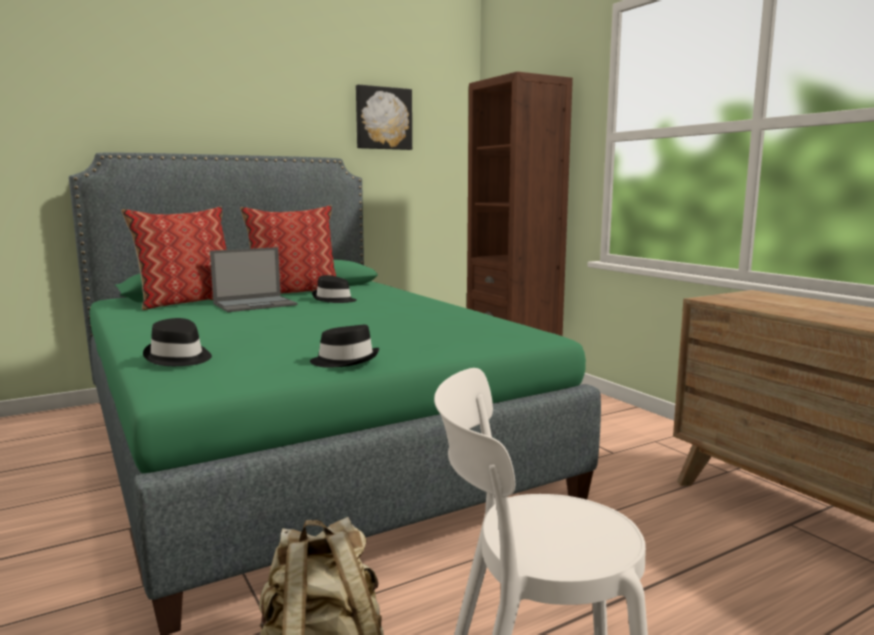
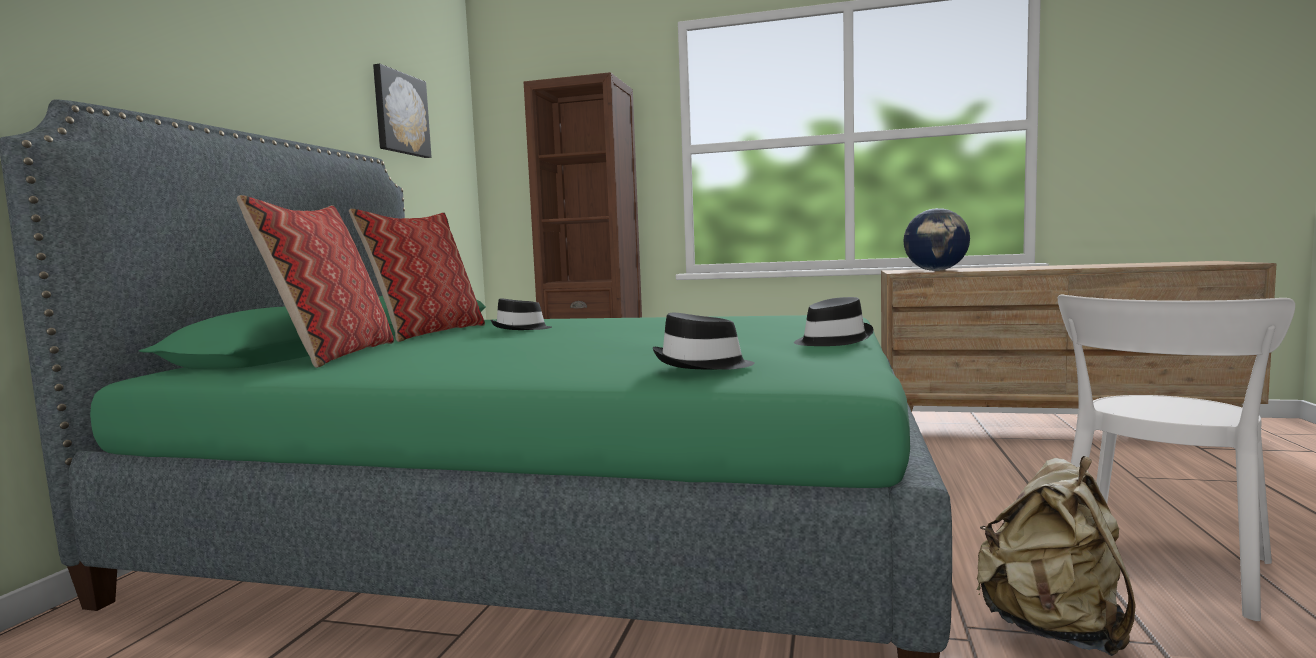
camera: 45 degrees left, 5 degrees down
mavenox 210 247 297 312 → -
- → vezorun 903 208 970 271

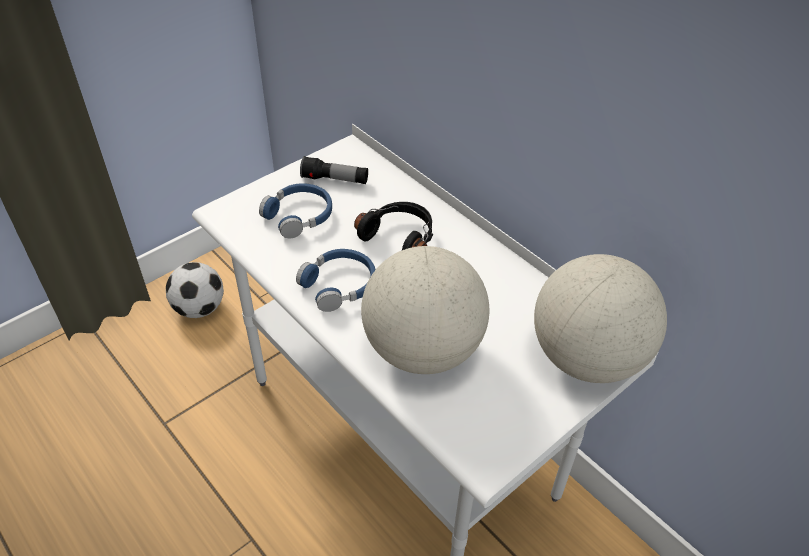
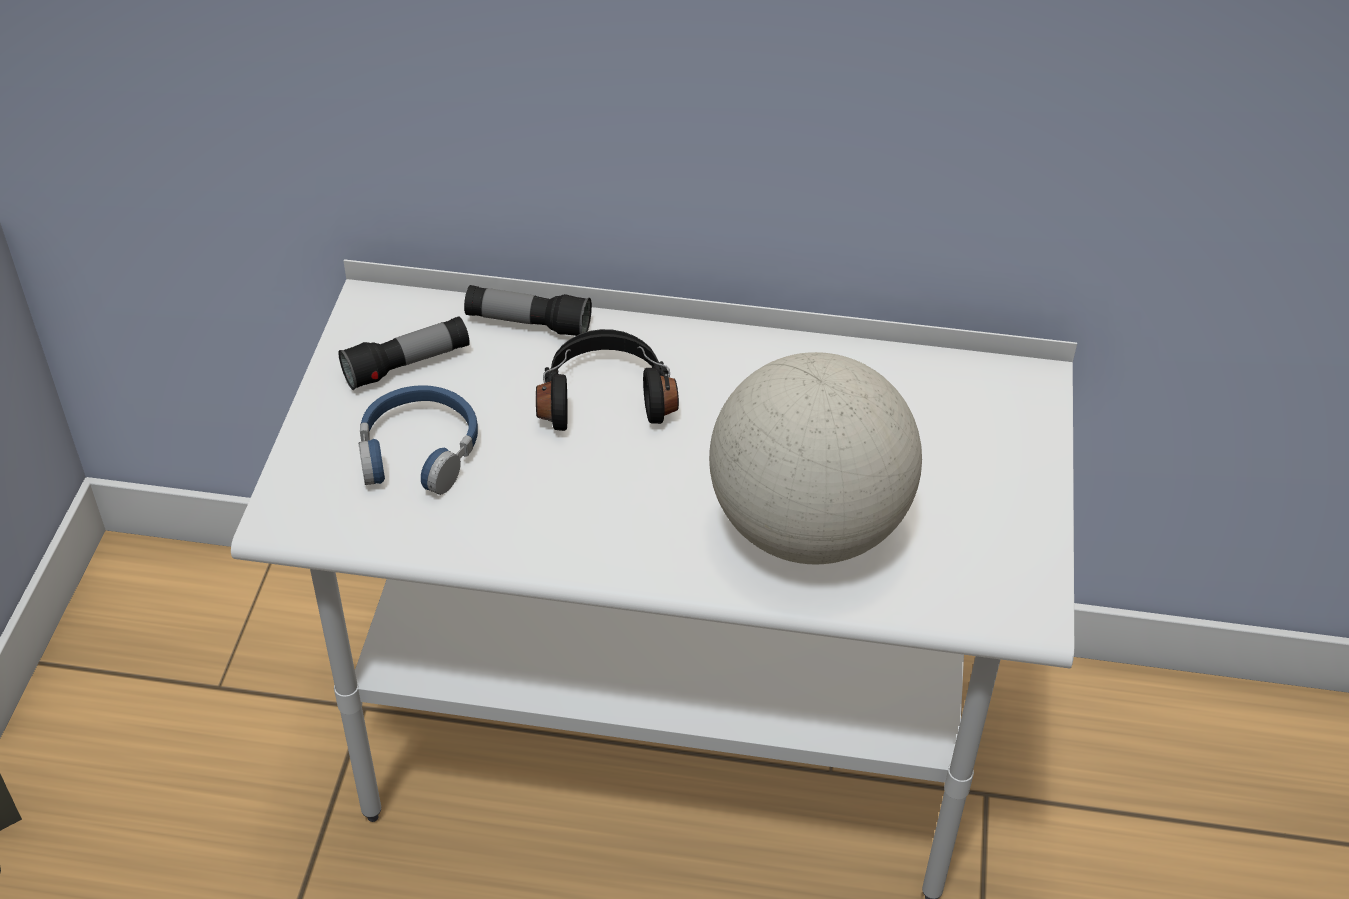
camera: 40 degrees left, 0 degrees up
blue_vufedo 296 249 375 312 → -
vezorun 534 254 667 383 → -
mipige 166 262 224 318 → -
- → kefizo 464 285 592 336

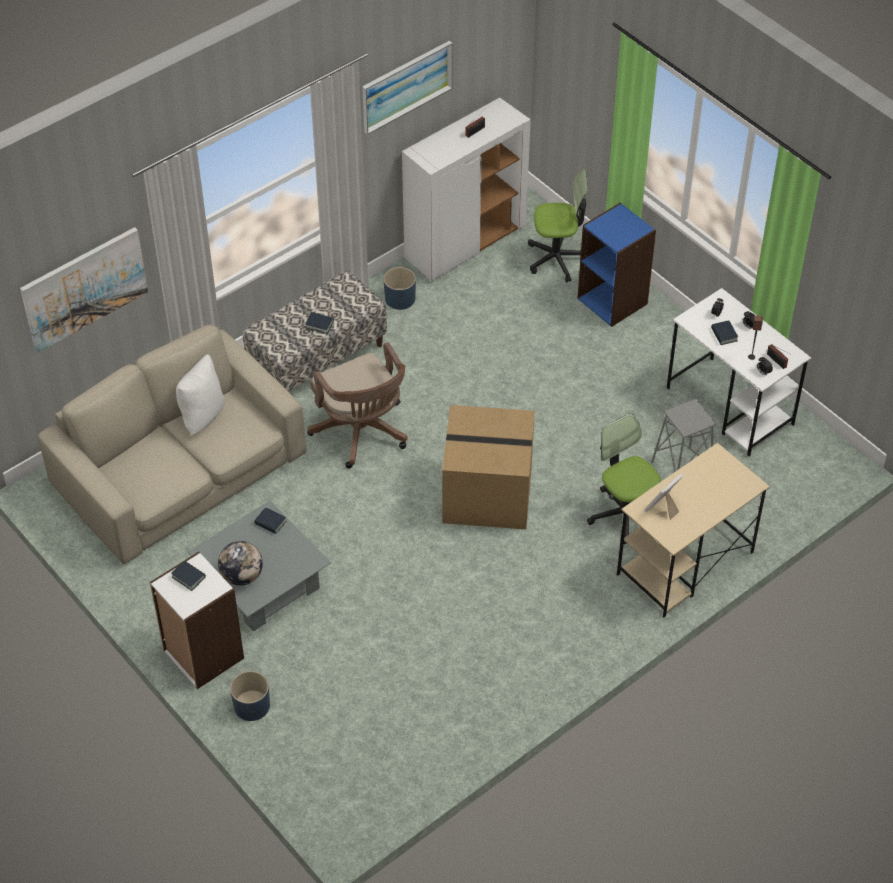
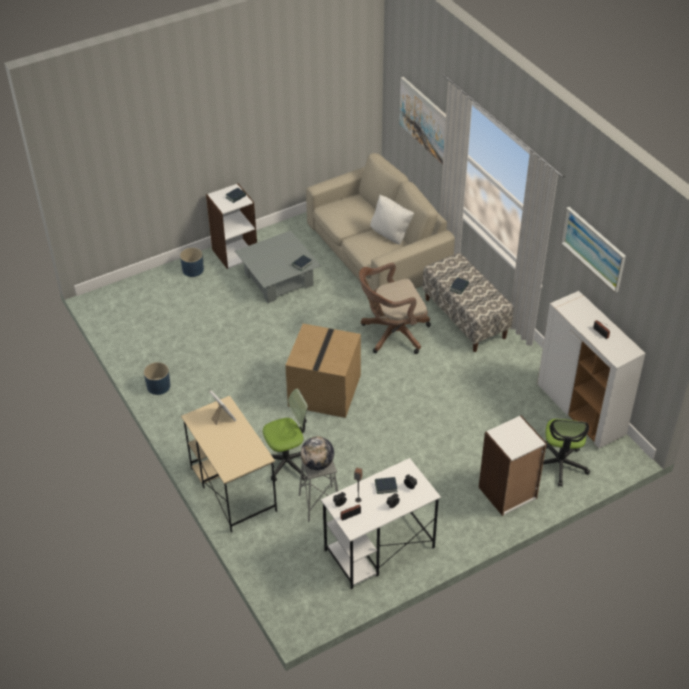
camera: 100 degrees right, 5 degrees down
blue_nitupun 577 202 656 327 → white_nitupun 479 415 547 516
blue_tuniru 384 267 416 310 → blue_tuniru 144 362 171 395, relocated
vezorun 218 541 263 586 → vezorun 301 436 334 470, relocated

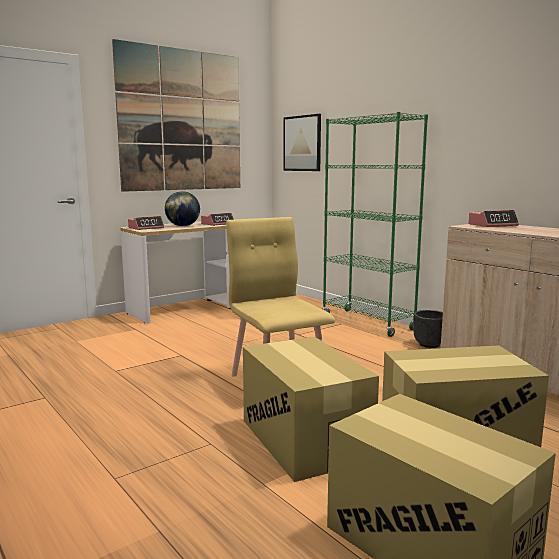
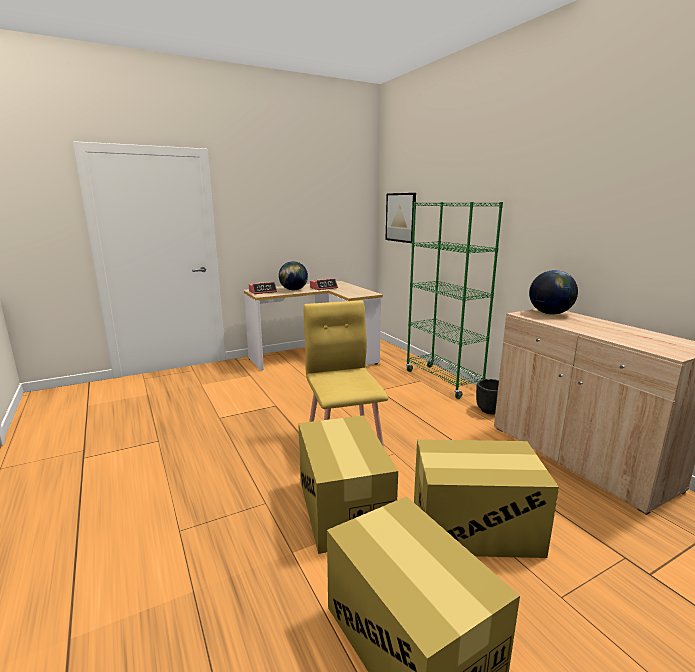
camera: 10 degrees right, 5 degrees up
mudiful 112 39 240 192 → -
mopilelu 468 210 519 227 → vezorun 529 270 578 314

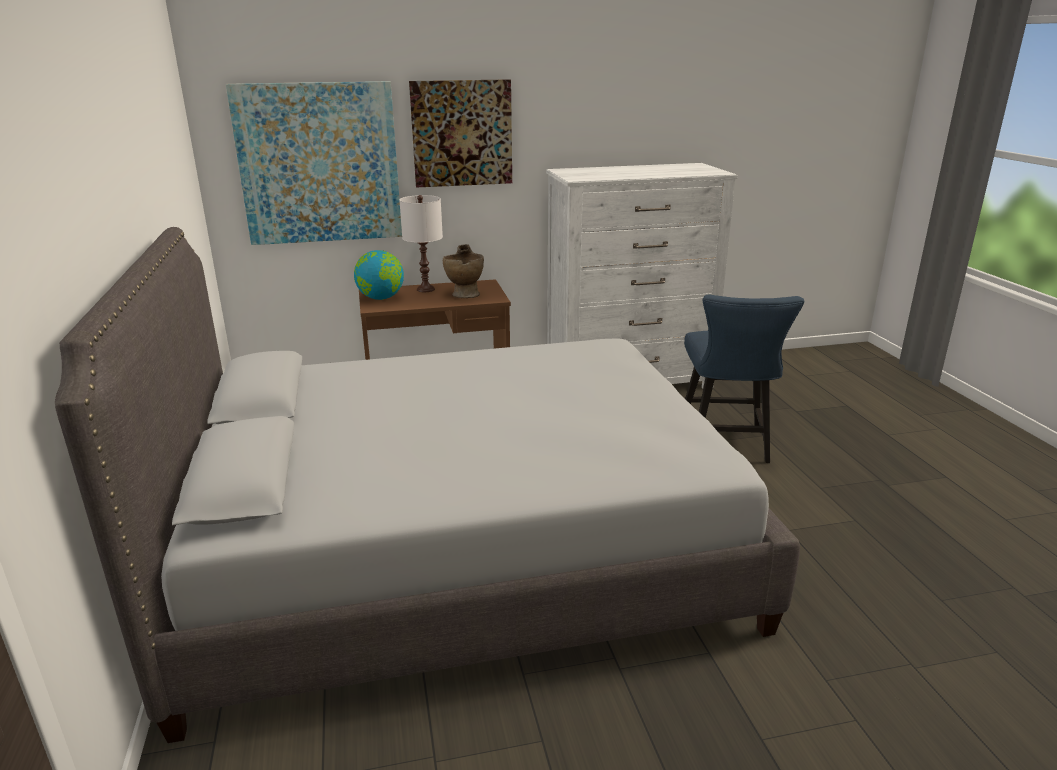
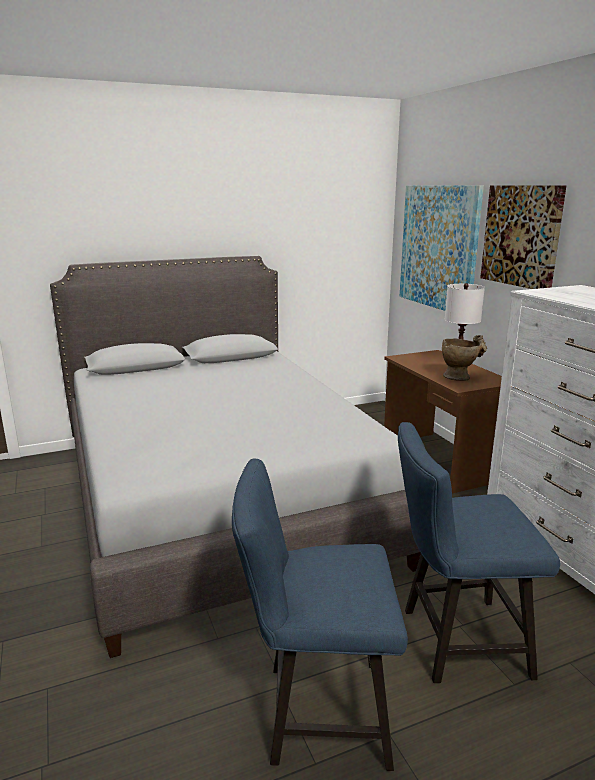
camera: 80 degrees right, 5 degrees down
vezorun 354 250 404 300 → -
- → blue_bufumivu 232 459 408 771

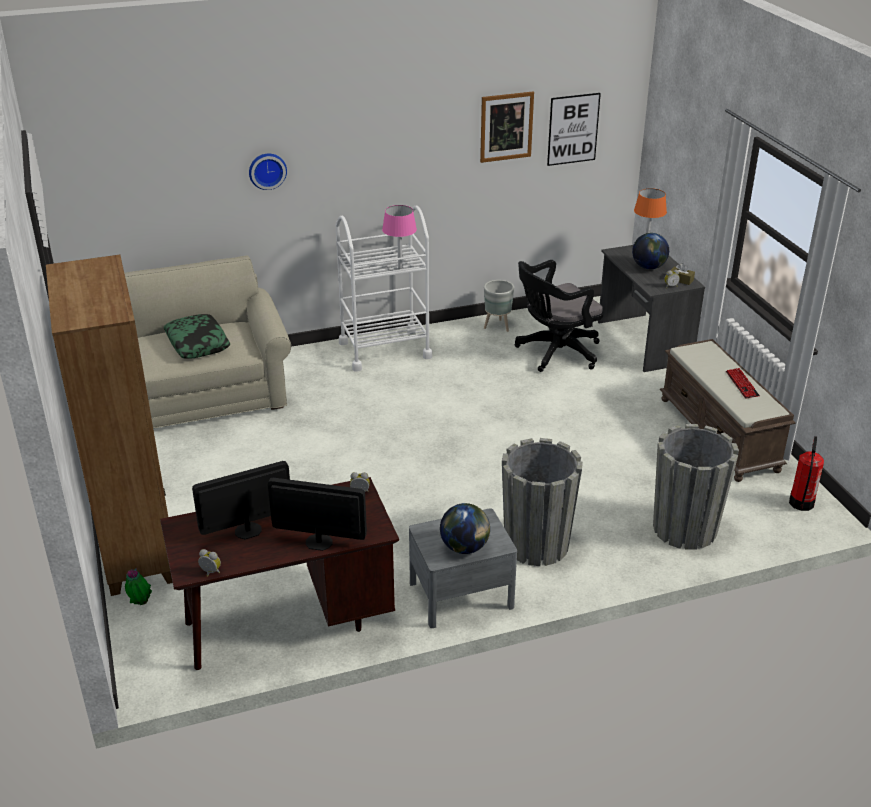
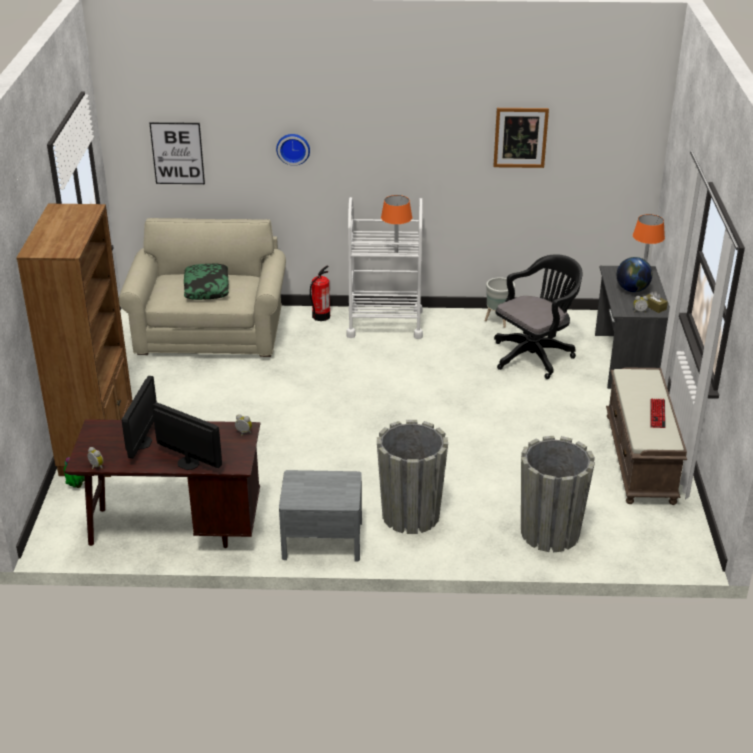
camera: 20 degrees right, 0 degrees up
mudiful 547 93 601 166 → mudiful 149 122 205 184, relocated
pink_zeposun 382 205 417 269 → orange_zeposun 381 195 412 253
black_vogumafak 515 260 604 372 → black_vogumafak 494 254 582 379, 150 degrees clockwise
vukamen 789 436 824 511 → vukamen 310 265 330 321, relocated
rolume 192 461 290 539 → rolume 122 376 157 458, 105 degrees clockwise
vezorun 440 503 490 554 → -

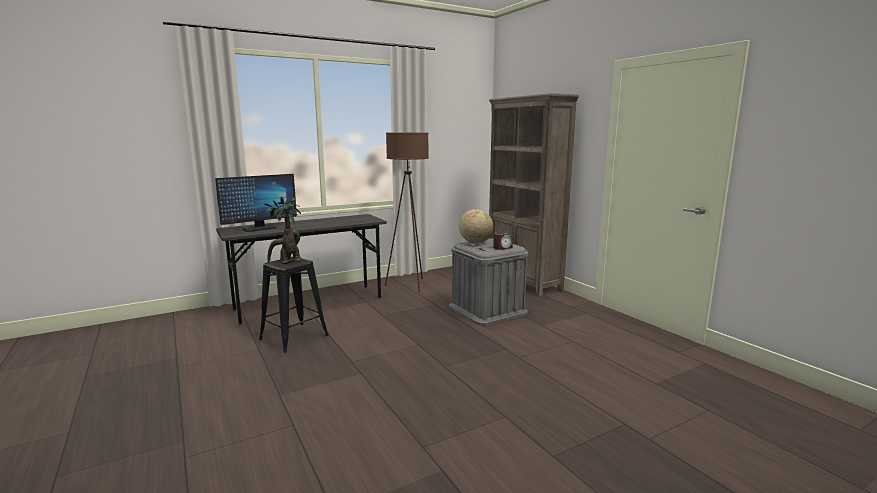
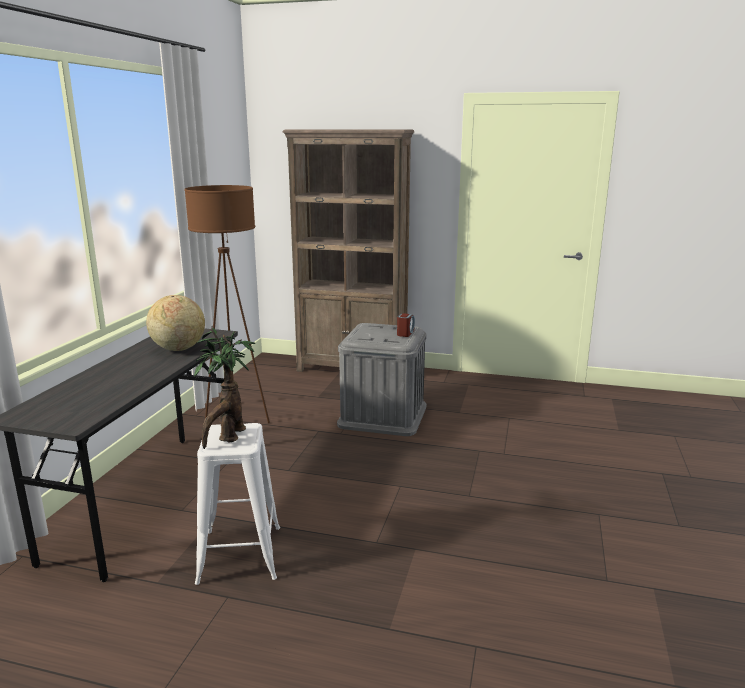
camera: 45 degrees left, 5 degrees up
rolume 215 174 297 232 → -
vezorun 459 209 493 244 → vezorun 146 295 205 351, relocated
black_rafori 259 257 329 353 → white_rafori 195 423 280 585

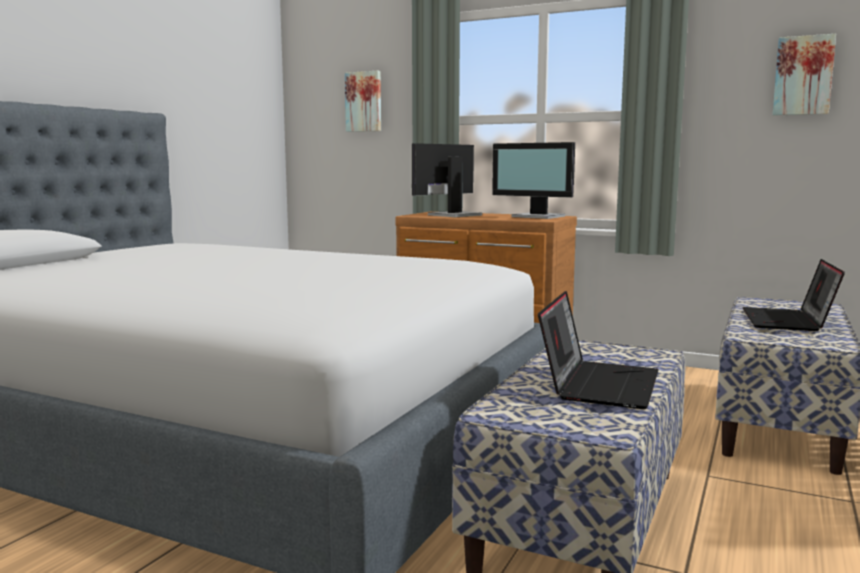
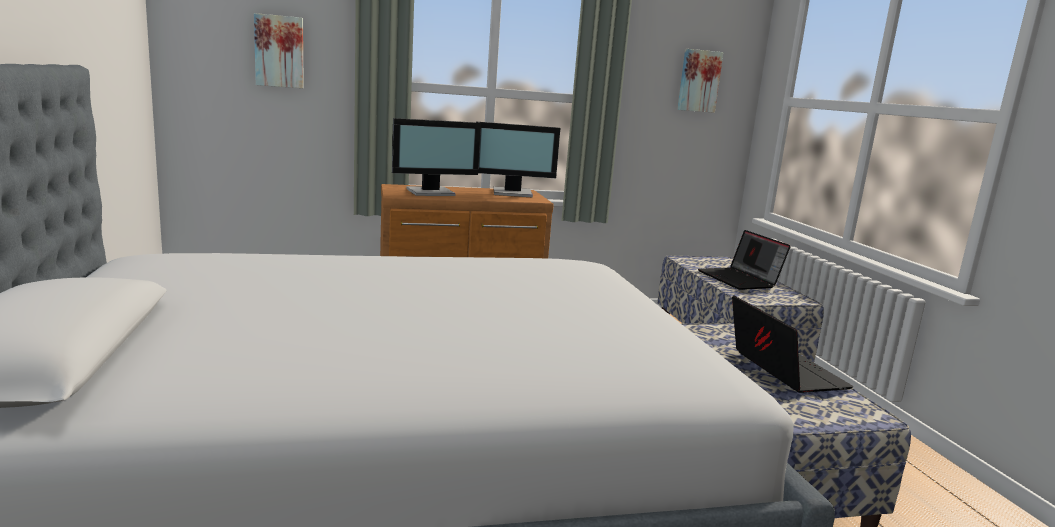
camera: 40 degrees left, 5 degrees up
rolume 412 143 482 217 → rolume 392 118 481 196, 120 degrees counterclockwise

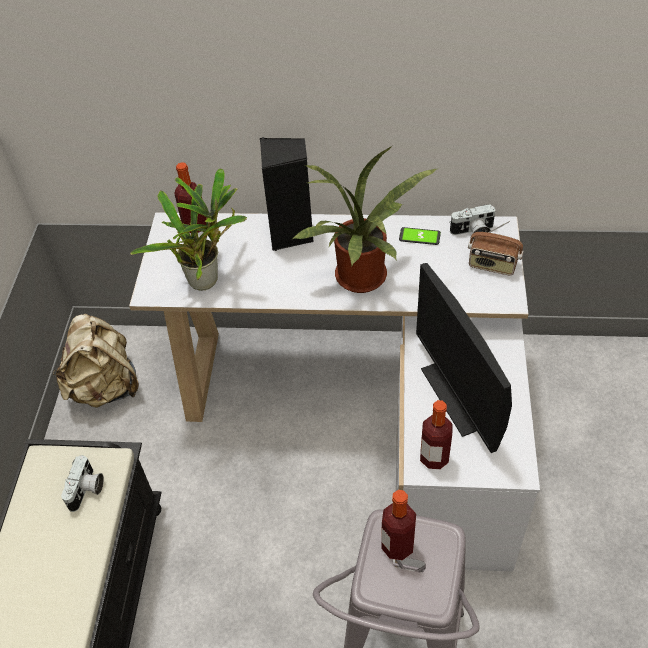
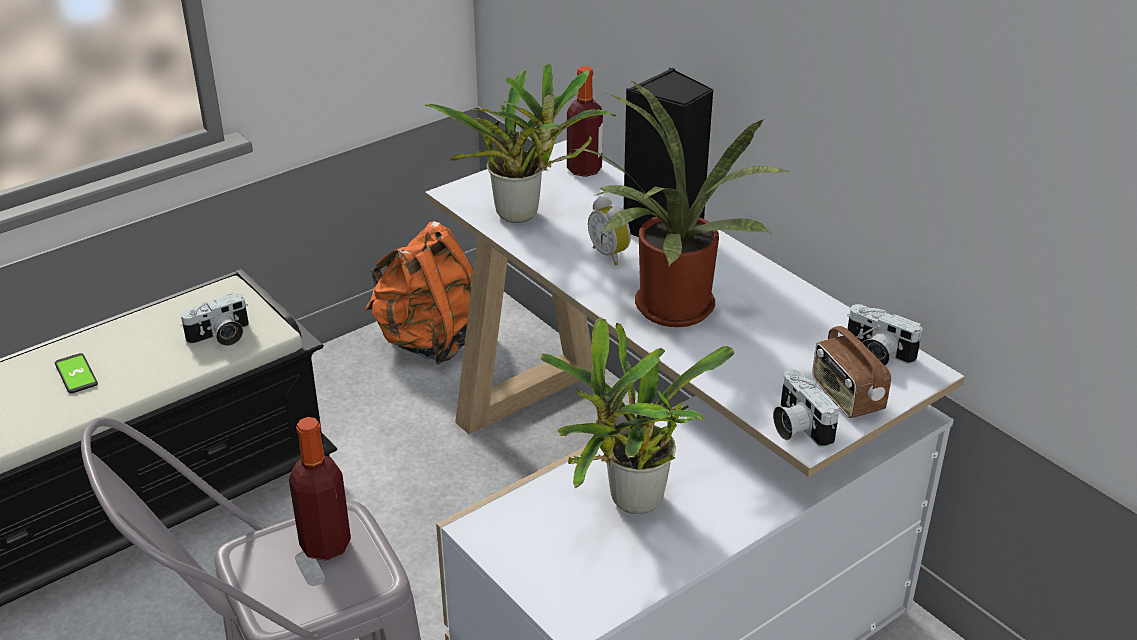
camera: 45 degrees right, 15 degrees down
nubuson 399 227 441 245 → nubuson 55 353 98 394, relocated
rolume 416 263 512 453 → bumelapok 540 317 734 514
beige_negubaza 53 314 139 408 → orange_negubaza 365 221 473 365
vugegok 420 400 453 469 → -
- → mopilelu 588 196 631 265
- → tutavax 773 370 839 448

